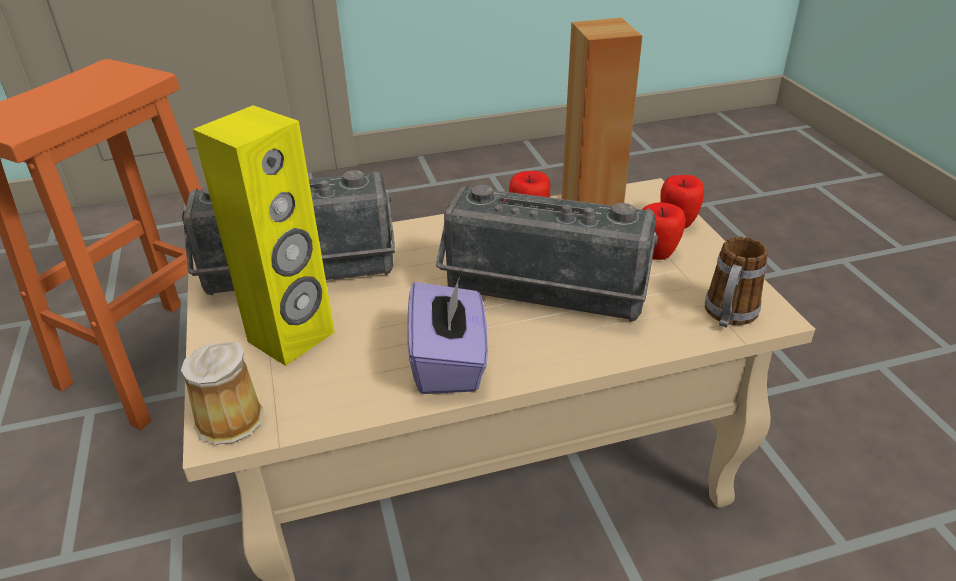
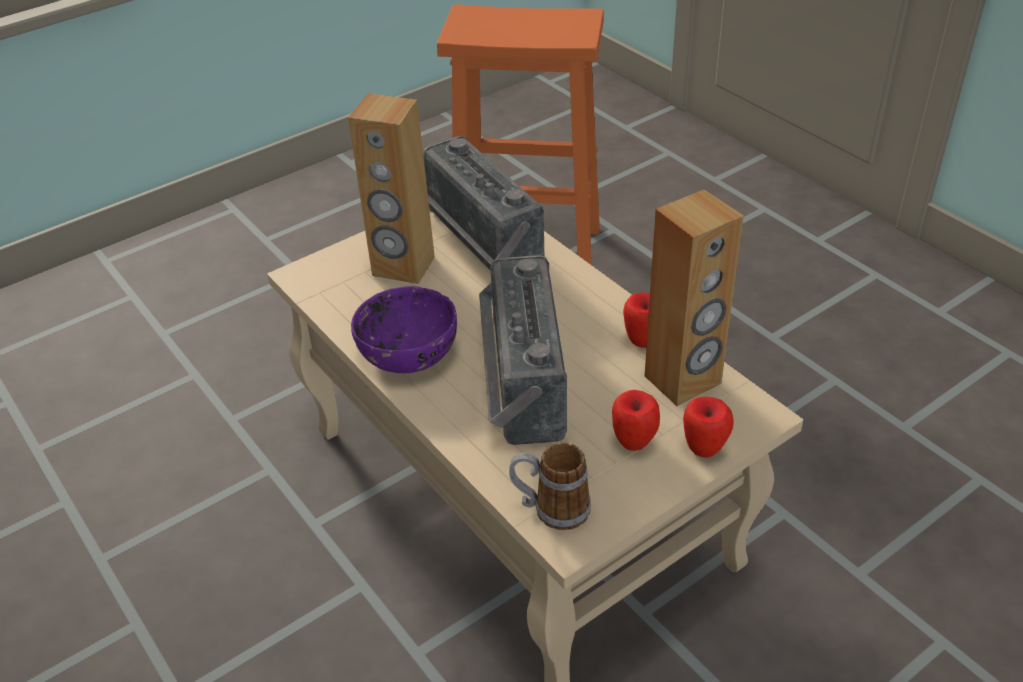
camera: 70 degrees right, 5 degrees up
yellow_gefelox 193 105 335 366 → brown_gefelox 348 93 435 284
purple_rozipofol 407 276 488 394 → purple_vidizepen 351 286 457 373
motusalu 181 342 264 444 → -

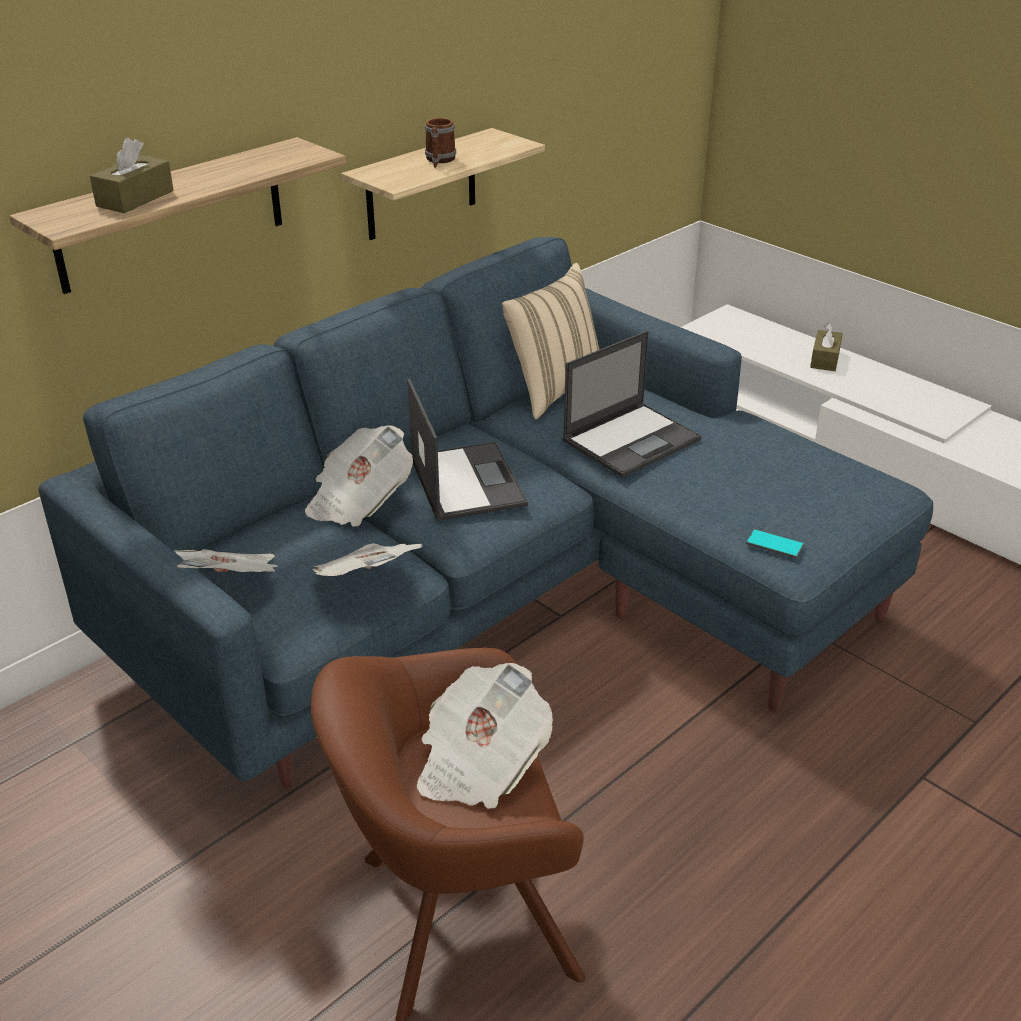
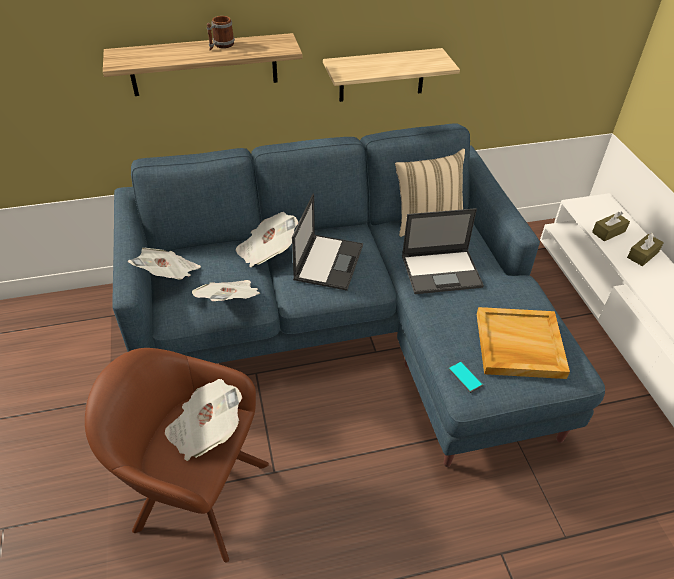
camera: 30 degrees right, 10 degrees up
motusalu 425 118 456 168 → motusalu 207 16 235 50, relocated
brown_rozipofol 90 138 174 213 → brown_rozipofol 592 212 630 241, relocated
- → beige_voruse 477 307 570 379

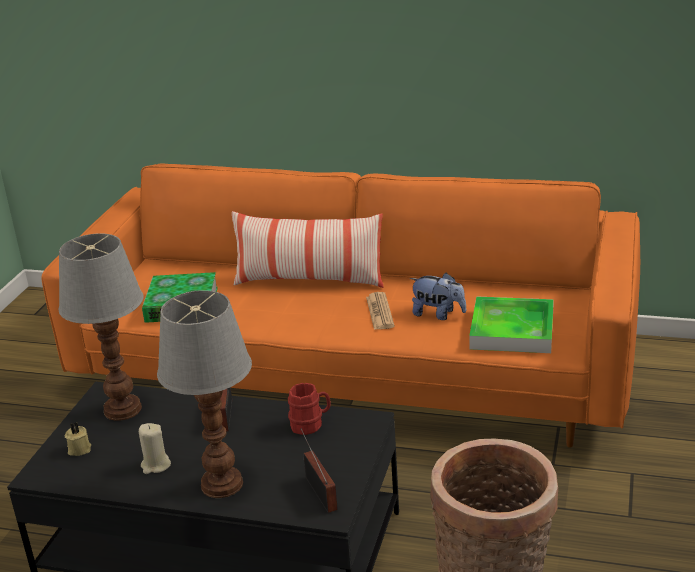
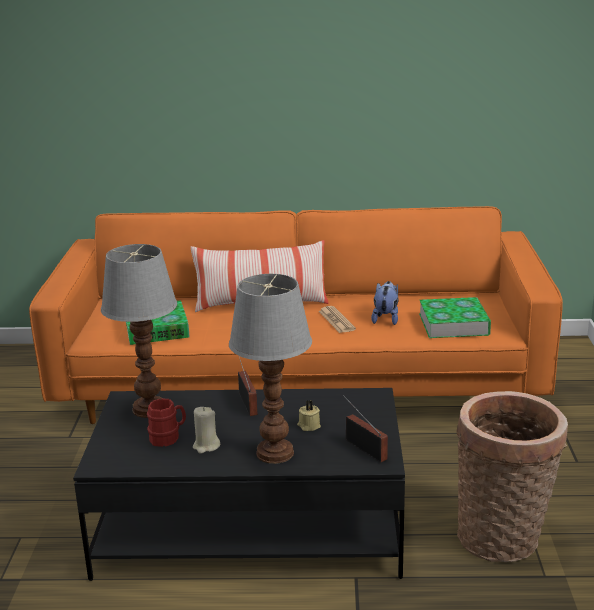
camera: 15 degrees left, 5 degrees down
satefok 410 273 466 320 → satefok 371 281 399 325, 90 degrees counterclockwise
voruse 469 296 554 353 → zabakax 419 297 491 338
red_motusalu 288 383 331 435 → red_motusalu 147 399 186 447, relocated
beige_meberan 65 422 91 456 → beige_meberan 297 400 321 431, relocated

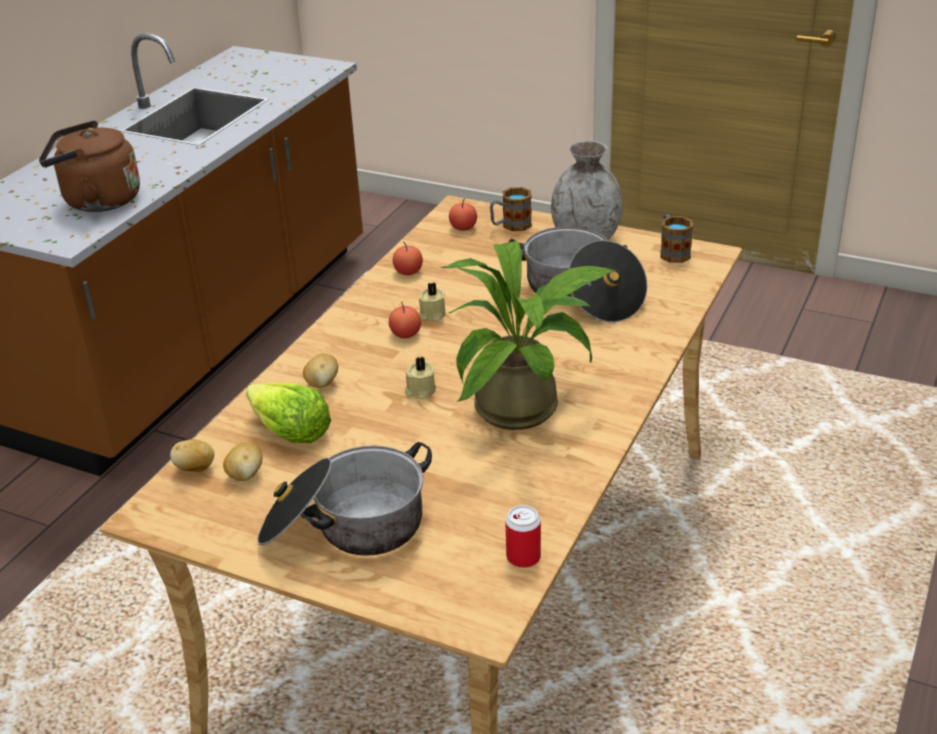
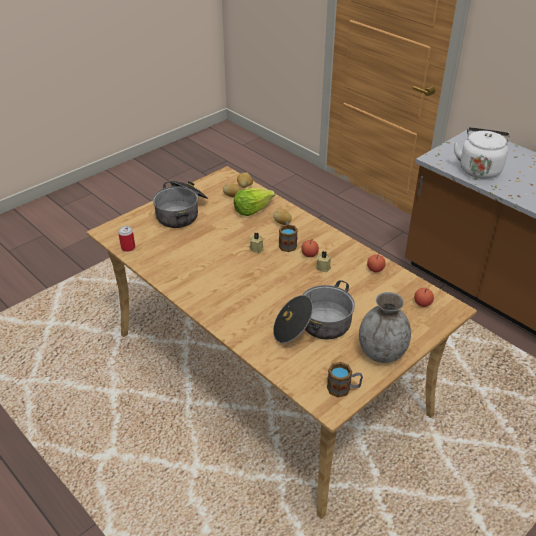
camera: 110 degrees right, 5 degrees up
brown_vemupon 39 121 140 212 → white_vemupon 454 127 510 179
motusalu 490 187 532 231 → motusalu 279 222 298 252, relocated
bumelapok 441 241 615 430 → -

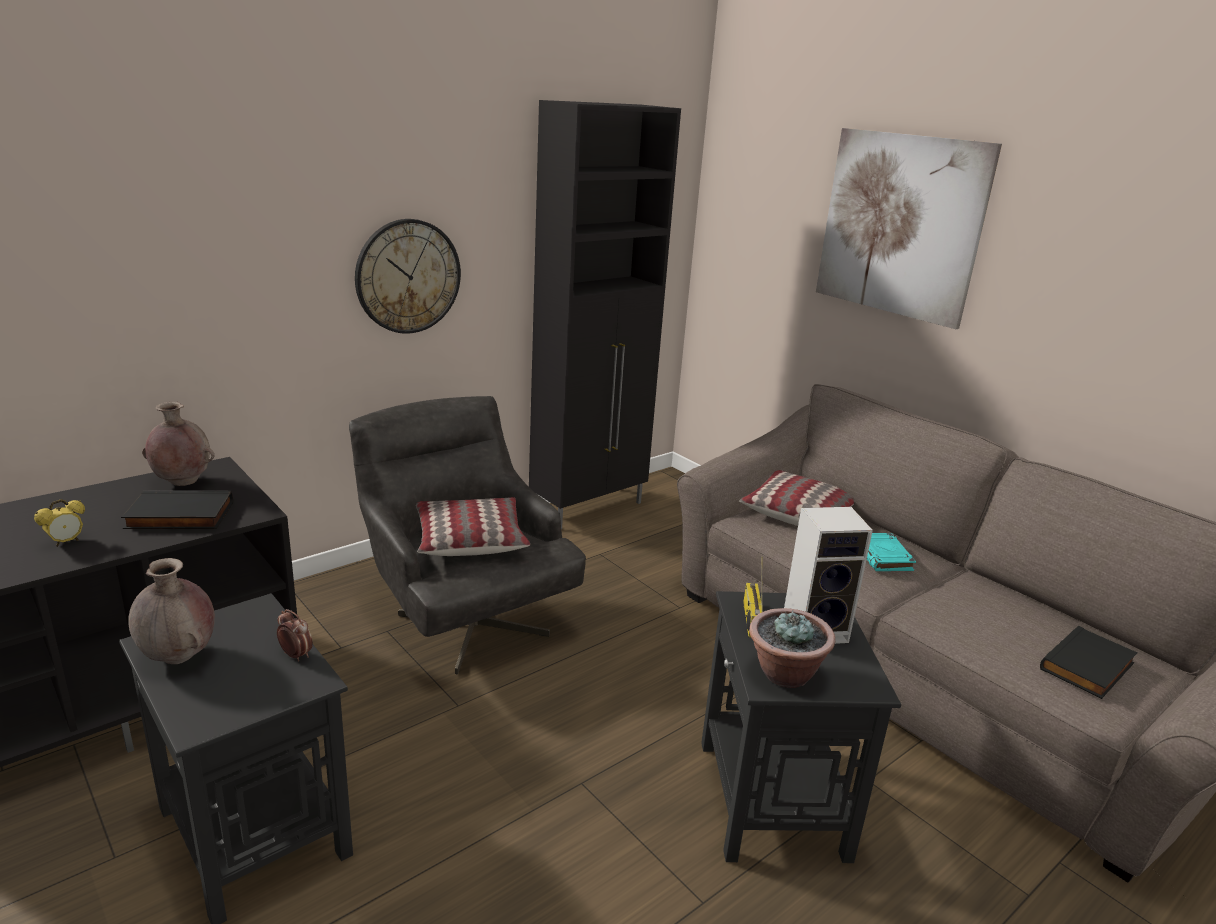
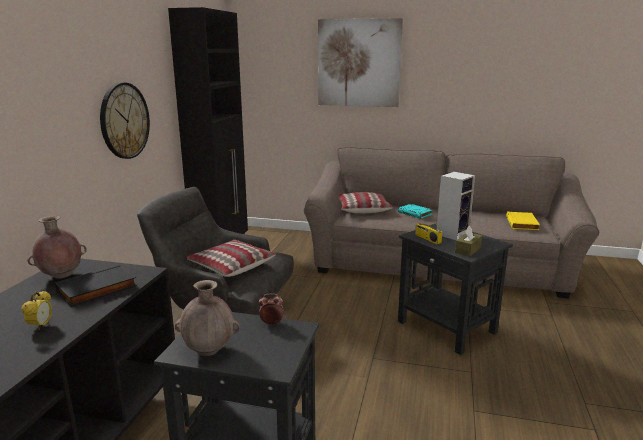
camera: 35 degrees left, 5 degrees down
bumelapok 749 608 835 688 → brown_rozipofol 455 225 482 256
black_zabakax 1040 626 1137 699 → yellow_zabakax 506 211 540 230

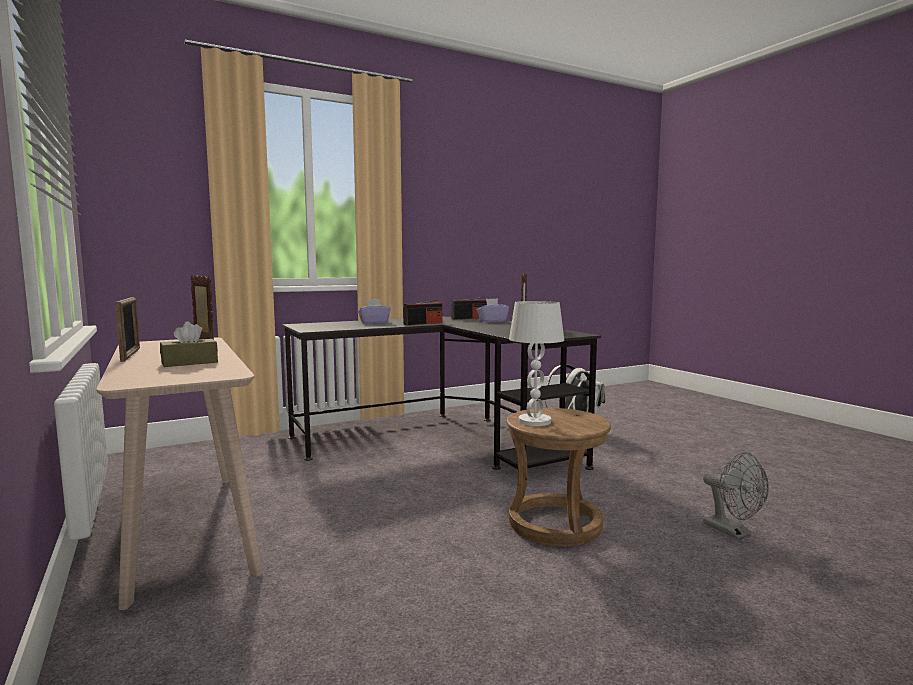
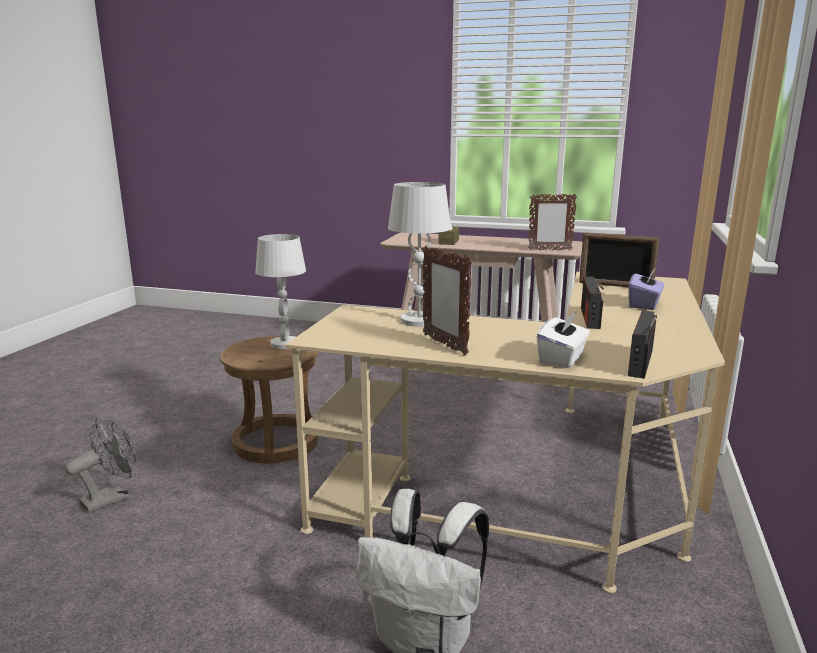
camera: 135 degrees right, 10 degrees up
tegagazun 115 297 140 362 → tegagazun 579 233 660 287, relocated
purple_rozipofol 477 298 509 322 → white_rozipofol 537 311 590 368
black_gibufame 282 317 601 470 → beige_gibufame 285 272 725 593
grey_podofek 703 452 769 539 → grey_podofek 66 417 136 513, 120 degrees clockwise
- → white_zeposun 388 182 451 327

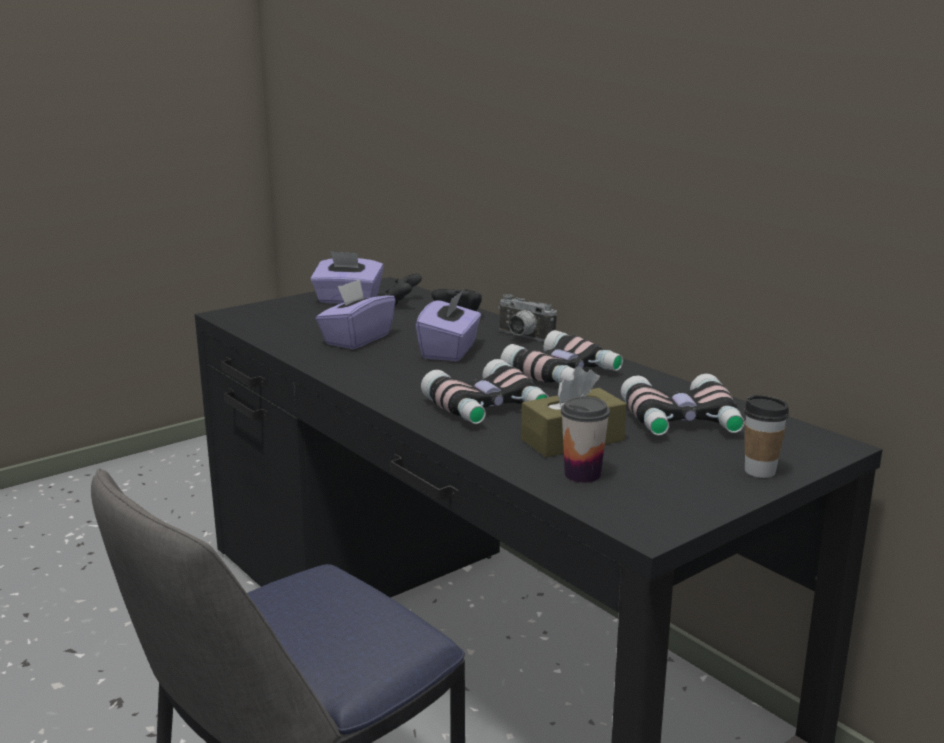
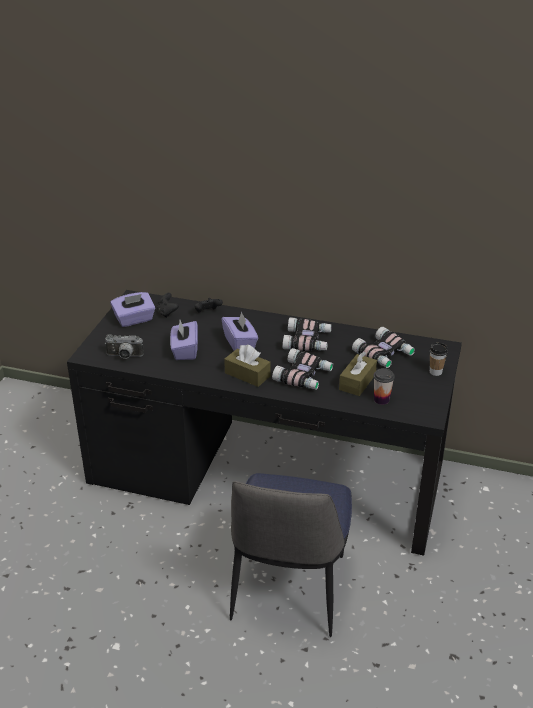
camera: 35 degrees left, 15 degrees up
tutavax 498 294 557 342 → tutavax 105 334 144 359, relocated
- → brown_rozipofol 224 345 271 387

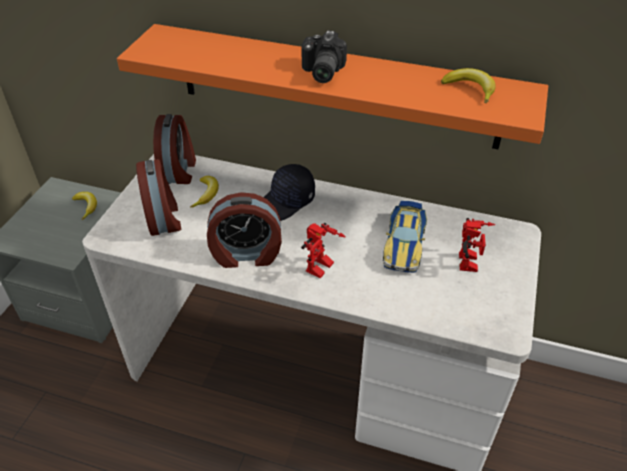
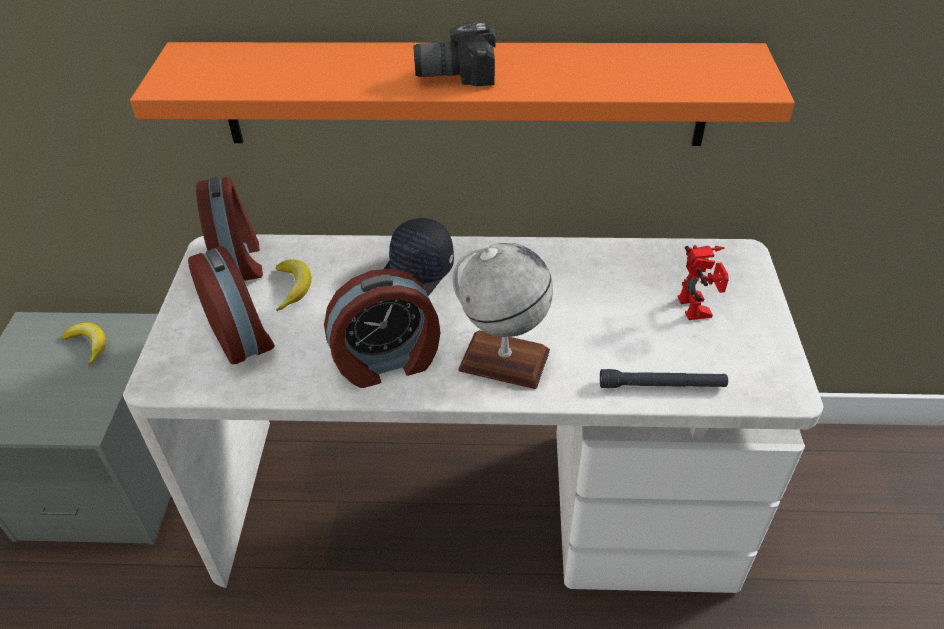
camera: 15 degrees left, 0 degrees up
tutavax 301 30 347 83 → tutavax 413 22 496 86, 90 degrees clockwise
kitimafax 441 68 496 103 → -
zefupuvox 383 201 427 273 → -
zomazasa 301 223 346 278 → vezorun 452 243 553 389
- → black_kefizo 600 369 728 388

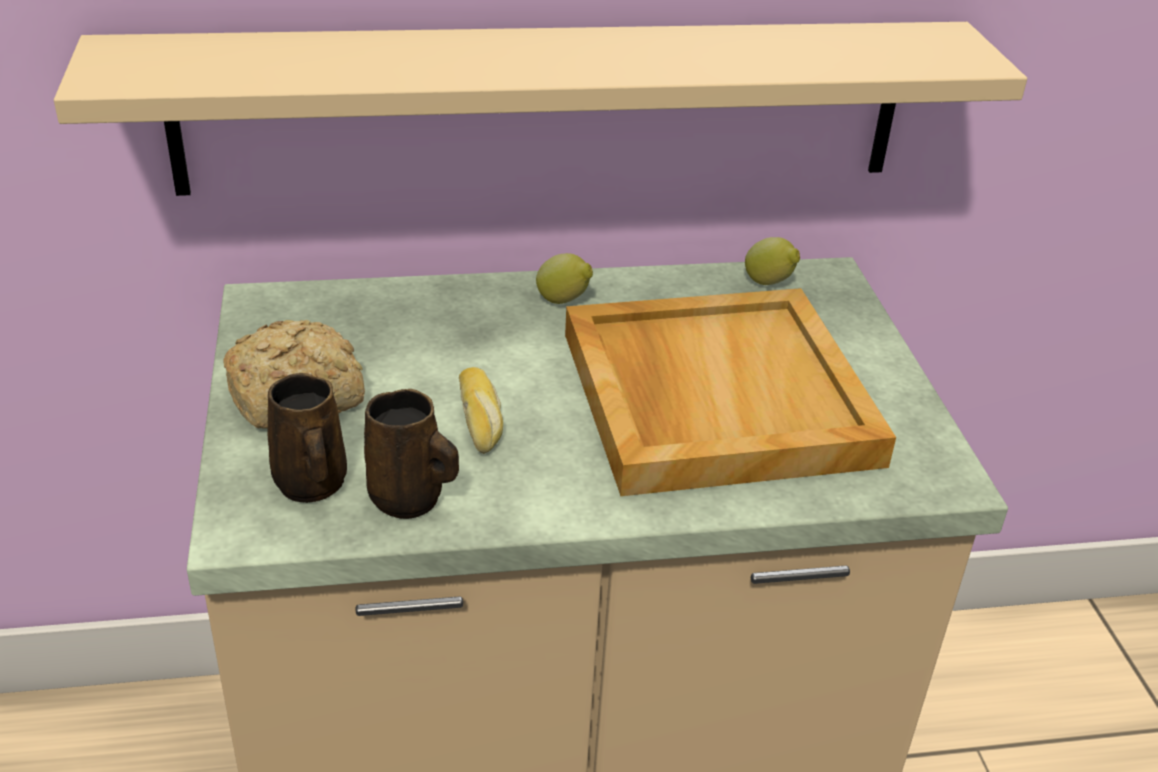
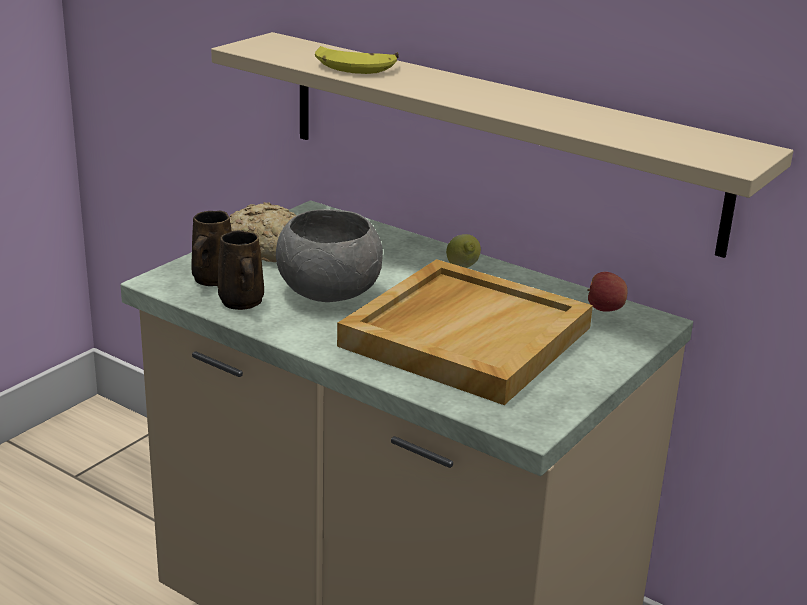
camera: 45 degrees right, 10 degrees down
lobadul 745 237 800 285 → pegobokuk 587 272 627 312
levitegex 459 367 503 454 → grey_vidizepen 276 209 383 302
- → kitimafax 315 46 399 74

